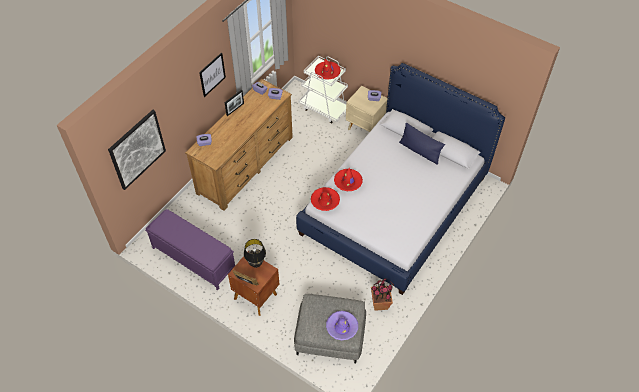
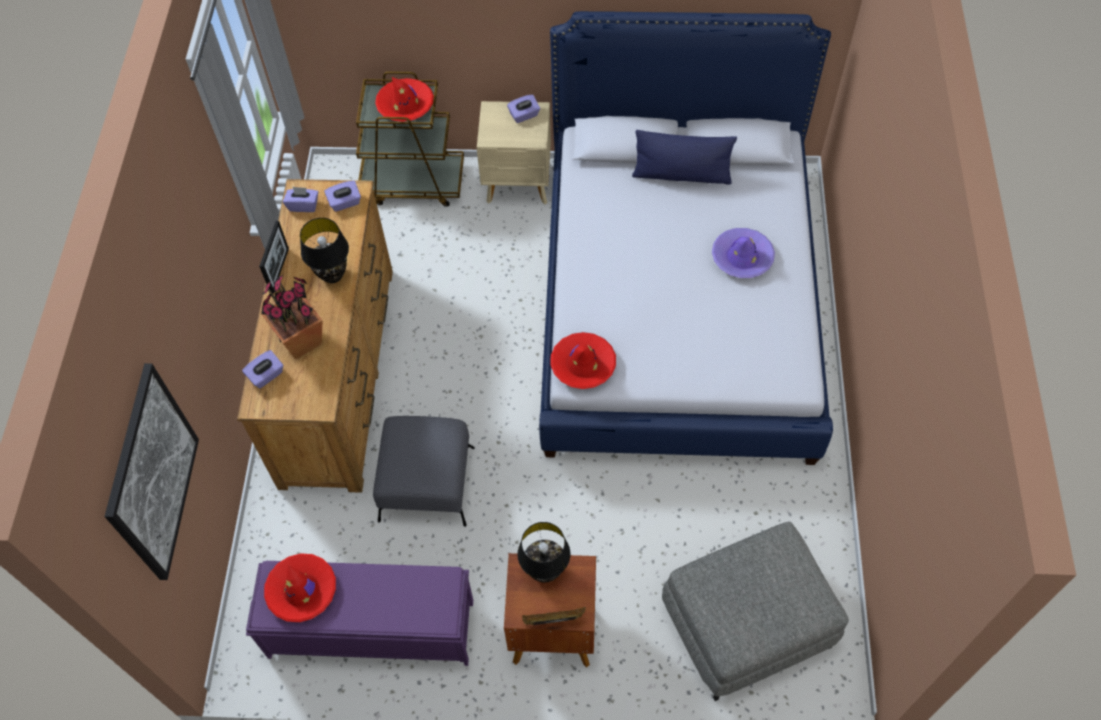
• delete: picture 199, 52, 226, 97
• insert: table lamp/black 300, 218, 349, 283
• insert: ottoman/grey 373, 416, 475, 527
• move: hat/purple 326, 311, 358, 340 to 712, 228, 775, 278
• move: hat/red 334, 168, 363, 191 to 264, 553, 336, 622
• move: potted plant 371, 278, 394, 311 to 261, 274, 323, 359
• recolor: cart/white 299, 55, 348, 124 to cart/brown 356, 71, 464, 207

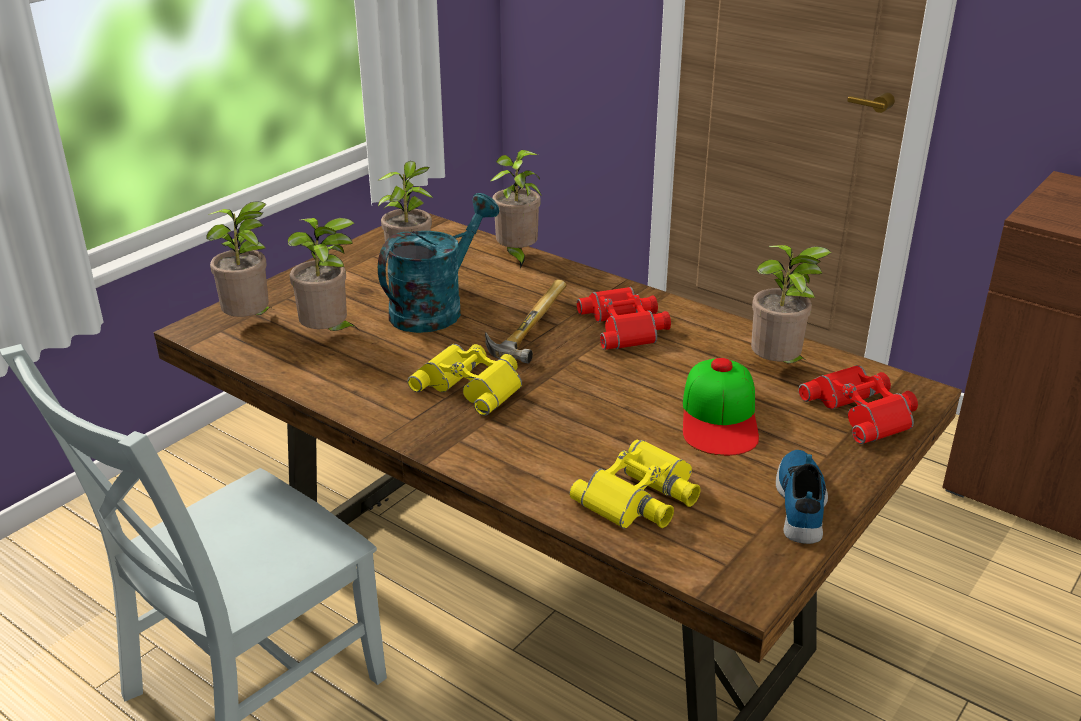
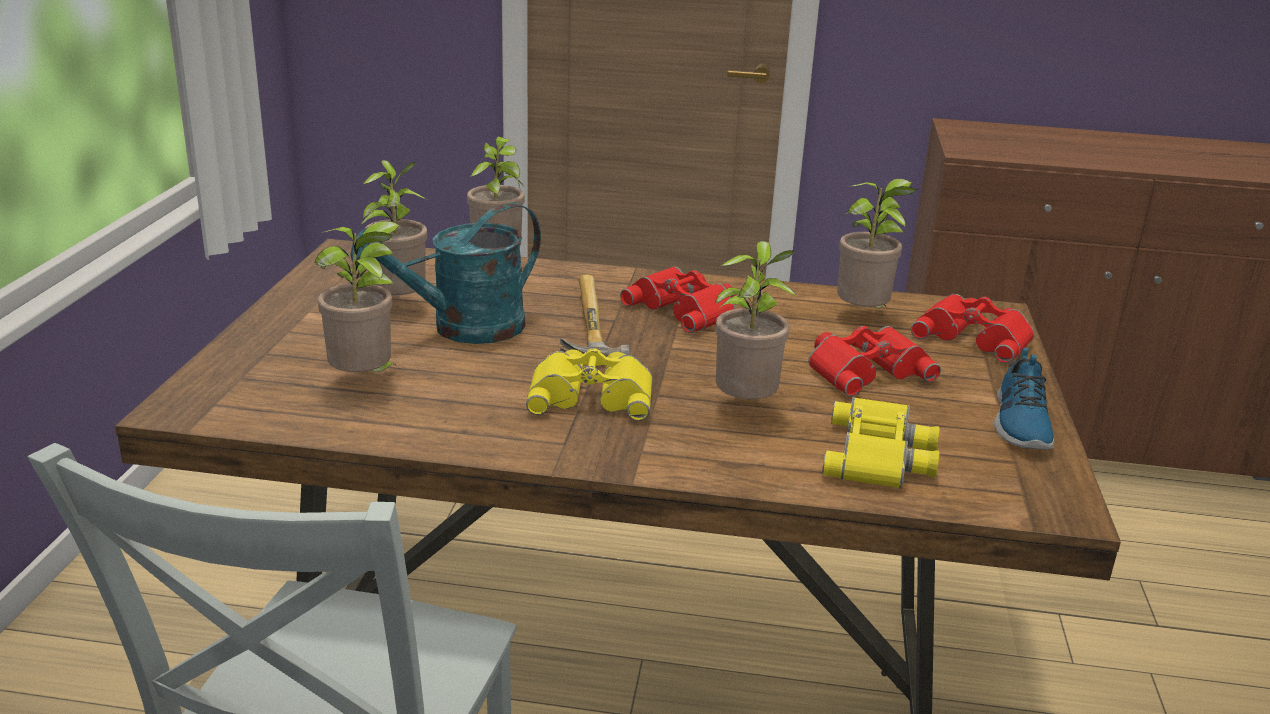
• move: potted plant 206, 201, 273, 317 to 715, 241, 796, 399
• replace: cap 683, 358, 759, 456 to binoculars/red 808, 326, 941, 396
• rotate: watering can/turquoise 378, 193, 499, 333 = 350, 203, 541, 344 135 degrees counterclockwise
• rotate: shoe 776, 450, 828, 544 = 994, 348, 1054, 450 150 degrees counterclockwise

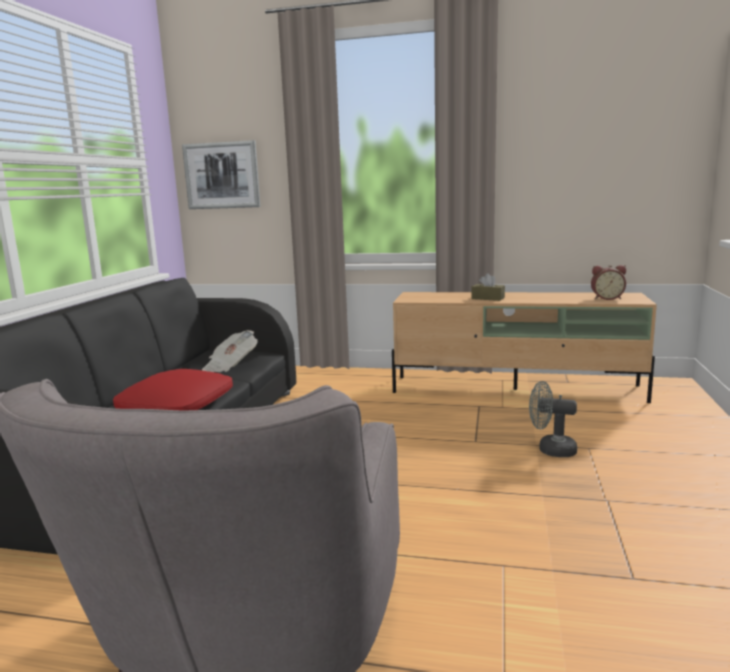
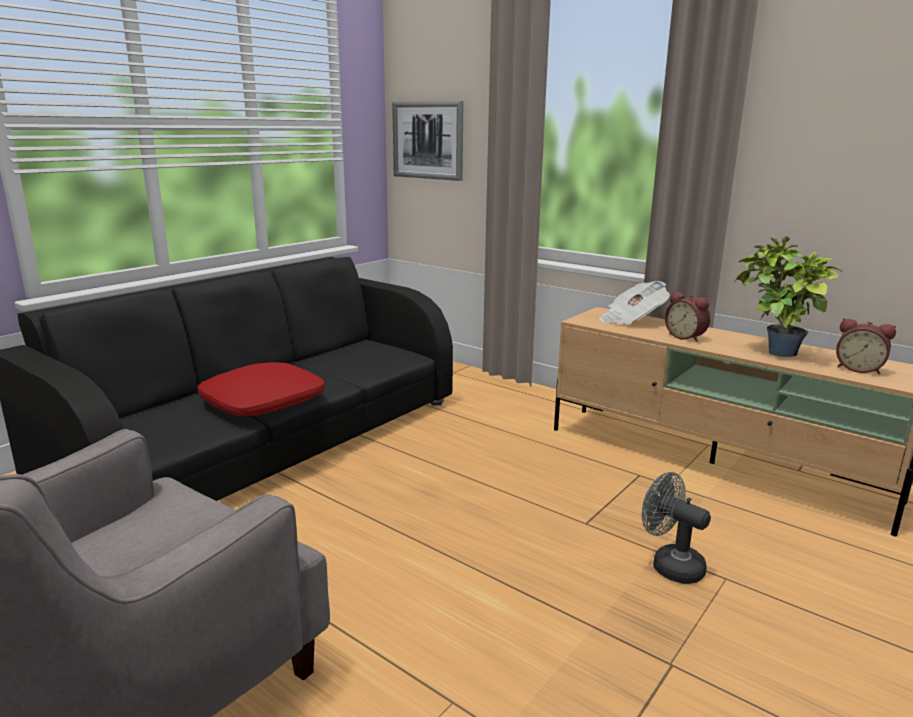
• insert: potted plant 735, 236, 841, 357
• move: newspaper 202, 330, 258, 372 to 599, 281, 670, 325
• replace: tissue box/brown 471, 273, 505, 301 to alarm clock 665, 291, 710, 342

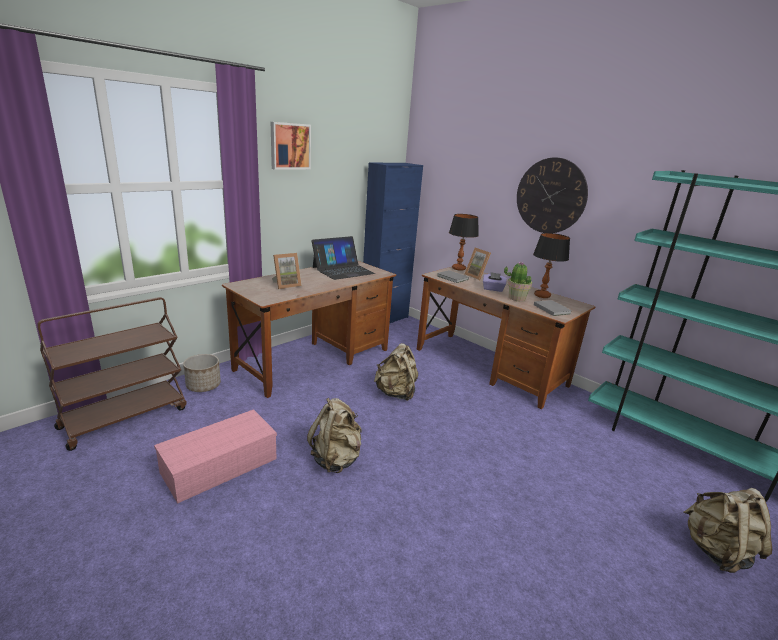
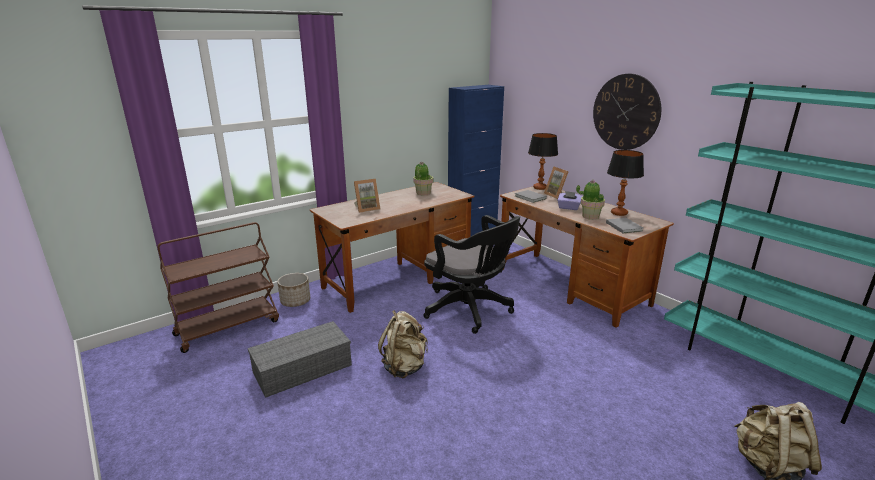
• delete: picture 271, 122, 311, 170
• replace: laptop 312, 236, 375, 280 to potted plant 413, 162, 433, 195
• replace: backpack/beige 374, 343, 418, 401 to office chair/black 423, 215, 520, 334
• recolor: storage box/pink 154, 409, 277, 504 to storage box/grey 248, 321, 352, 398

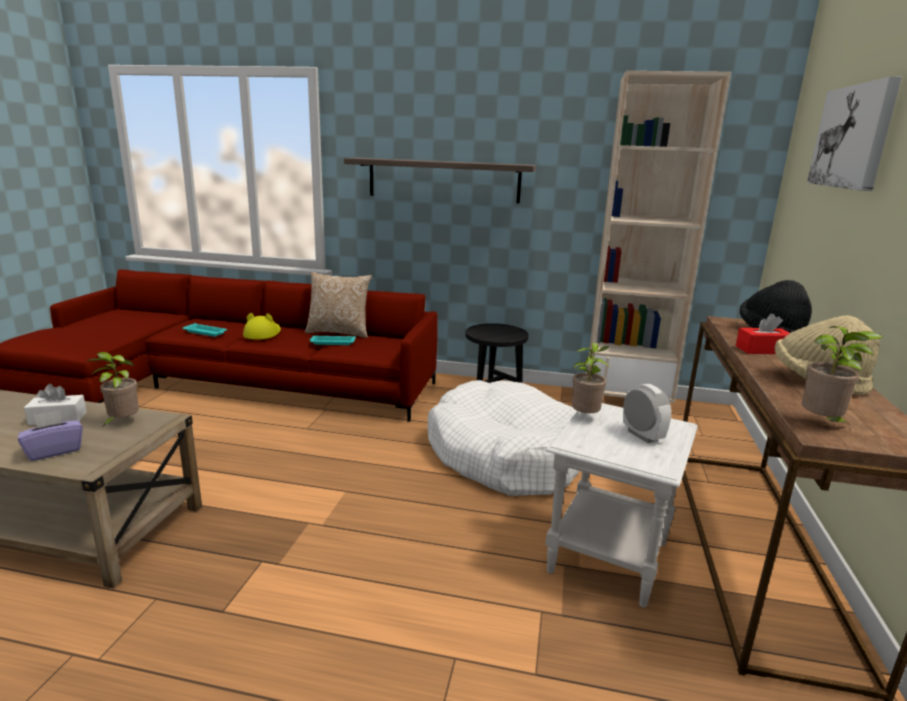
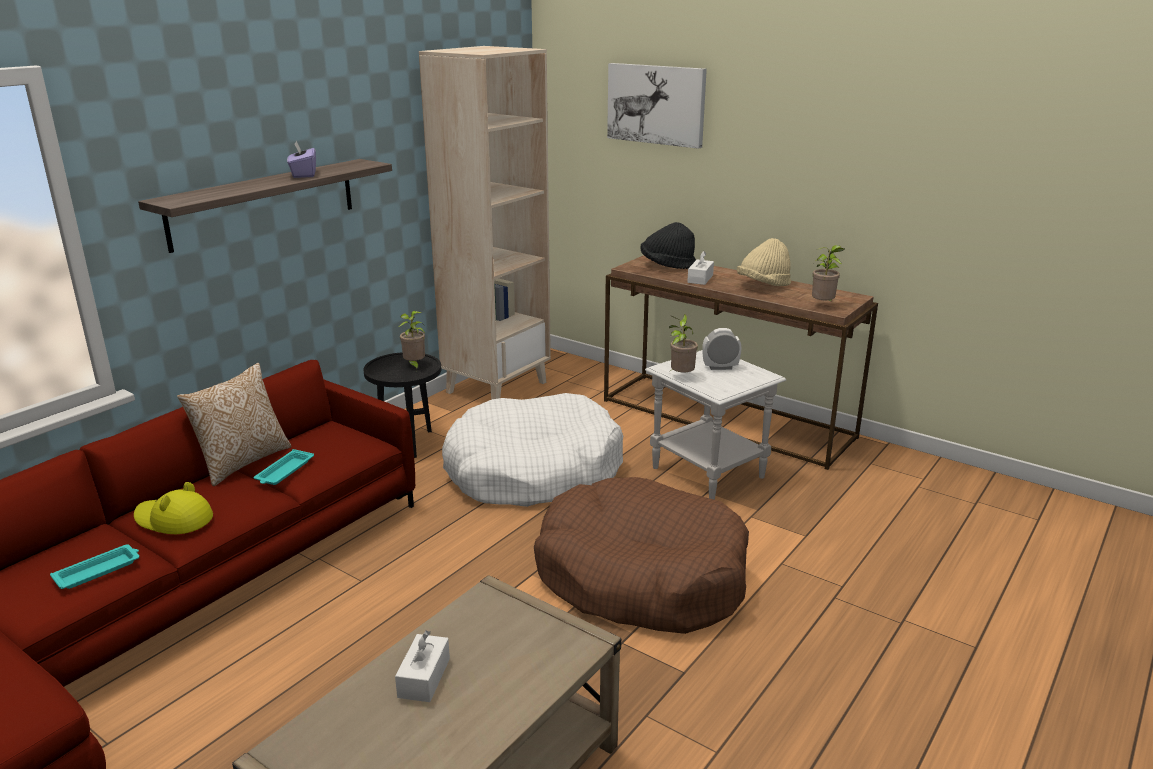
• insert: dog bed/brown 534, 477, 749, 634
• move: tissue box/purple 18, 410, 83, 461 to 287, 141, 316, 178
• move: potted plant 86, 352, 139, 427 to 399, 311, 425, 371
• recolor: tissue box/red 736, 313, 790, 354 to tissue box/white 687, 251, 714, 285

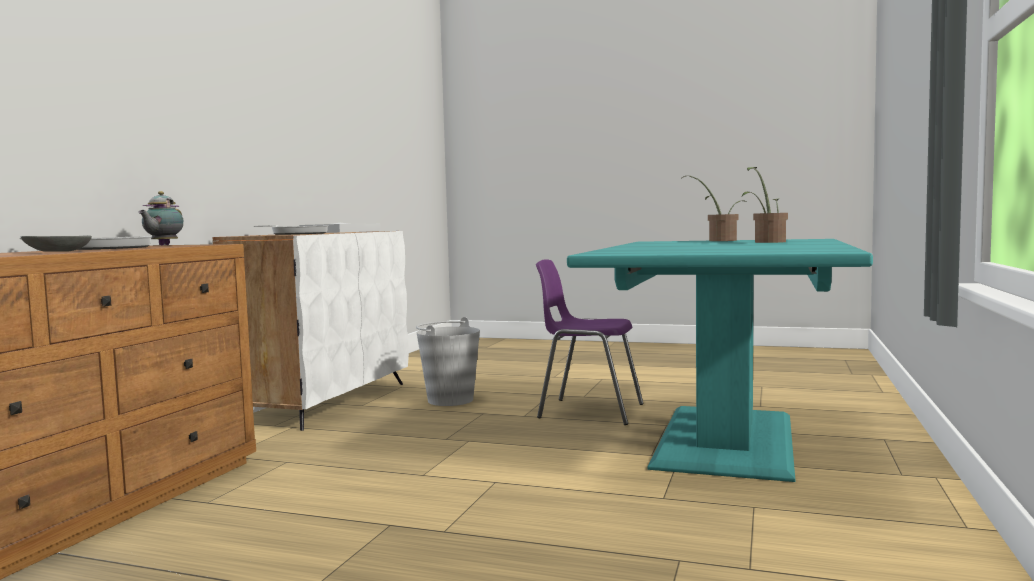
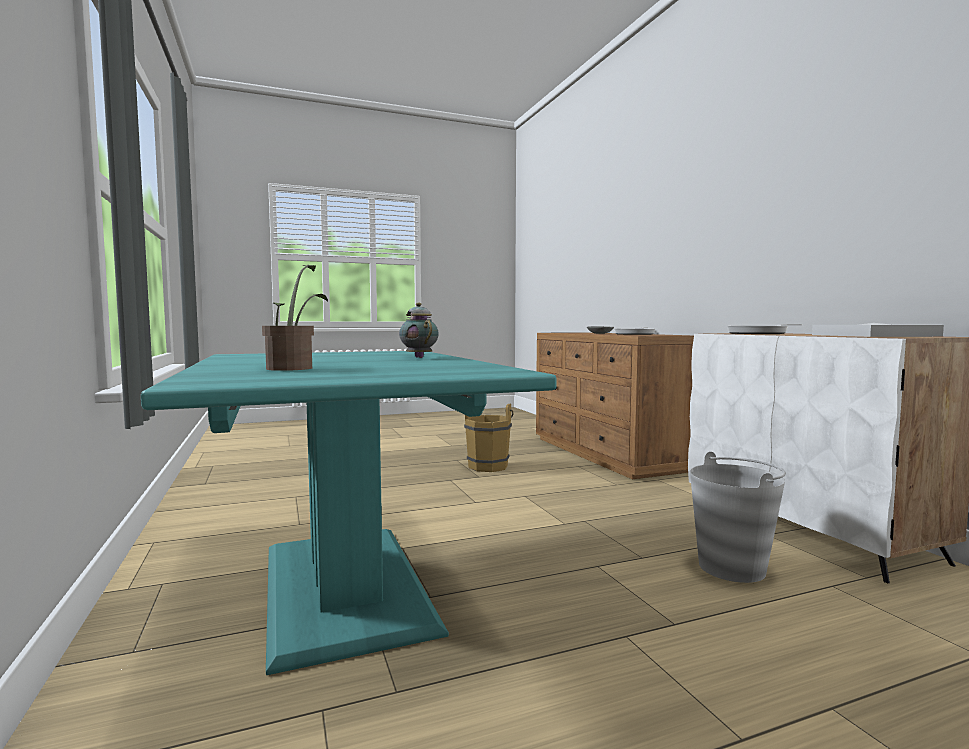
• delete: chair/purple 536, 259, 644, 425
• delete: potted plant 682, 175, 748, 241
• insert: bucket/brown 464, 404, 514, 472
• move: teapot 138, 191, 183, 245 to 399, 302, 439, 358

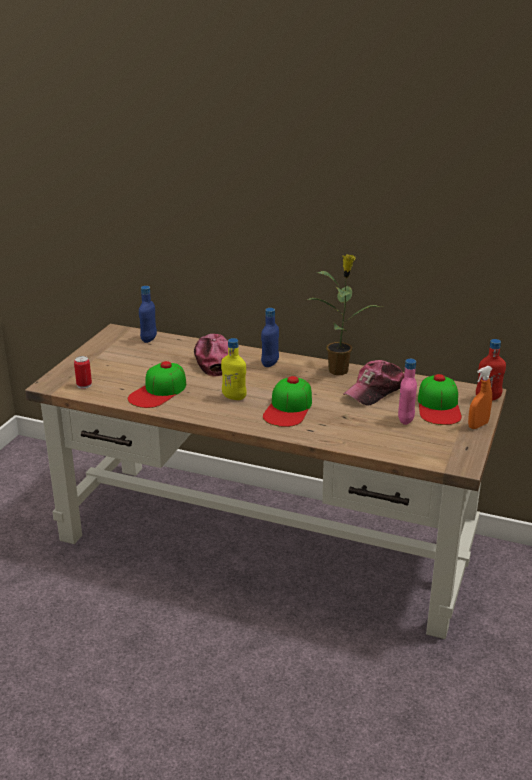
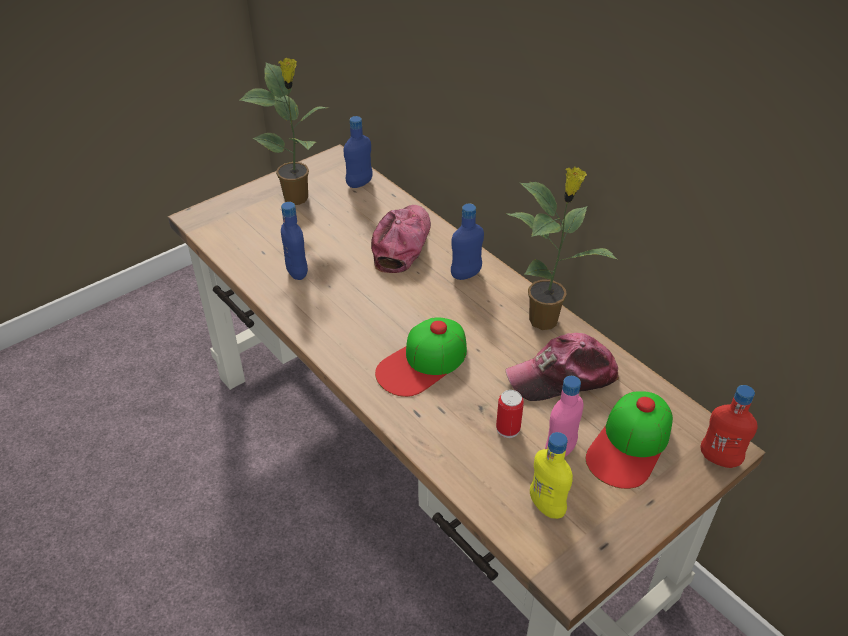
• delete: spray bottle/orange 468, 366, 493, 429
• insert: potted plant 239, 58, 326, 205
• move: can 74, 356, 92, 389 to 496, 390, 524, 438
• move: bottle/yellow 221, 338, 247, 400 to 530, 432, 573, 519
• replace: cap 128, 361, 186, 408 to bottle/blue 281, 202, 308, 280

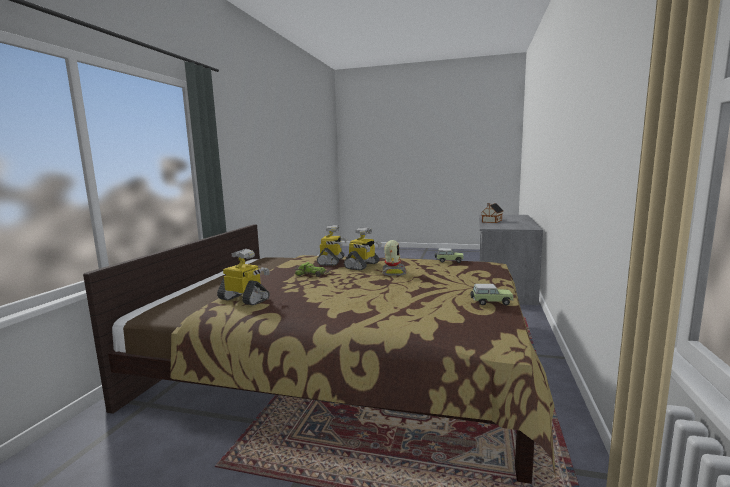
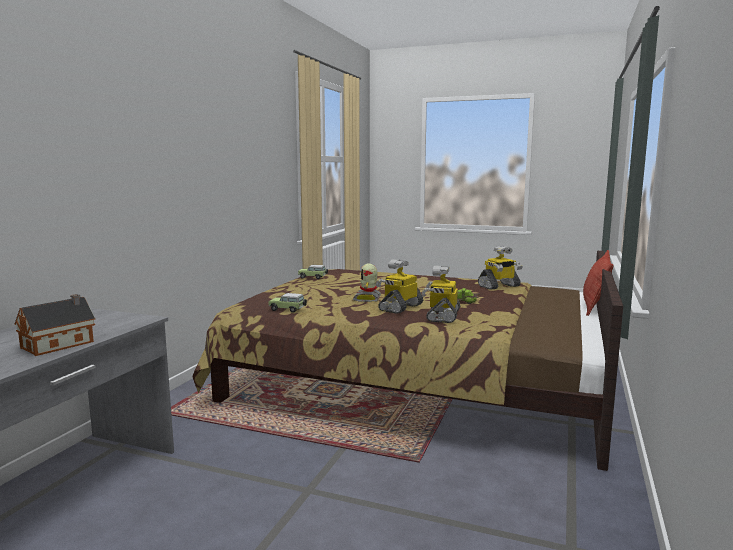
• insert: pillow 583, 250, 614, 316
• rotate: toy robot 217, 249, 270, 305 = 478, 246, 523, 290 60 degrees counterclockwise

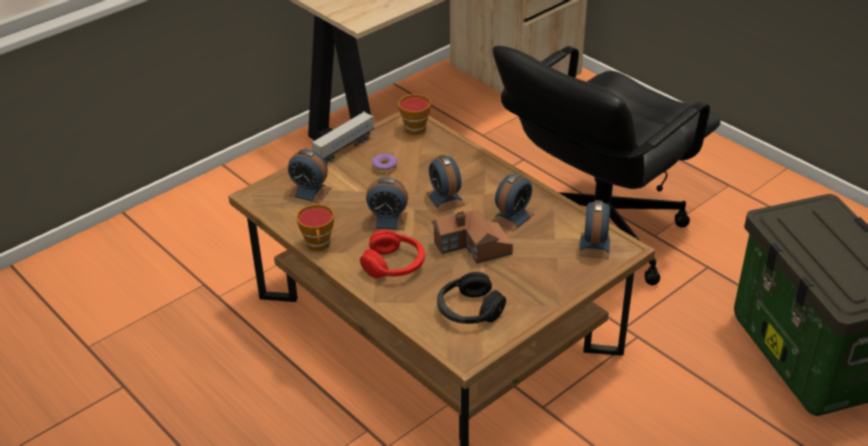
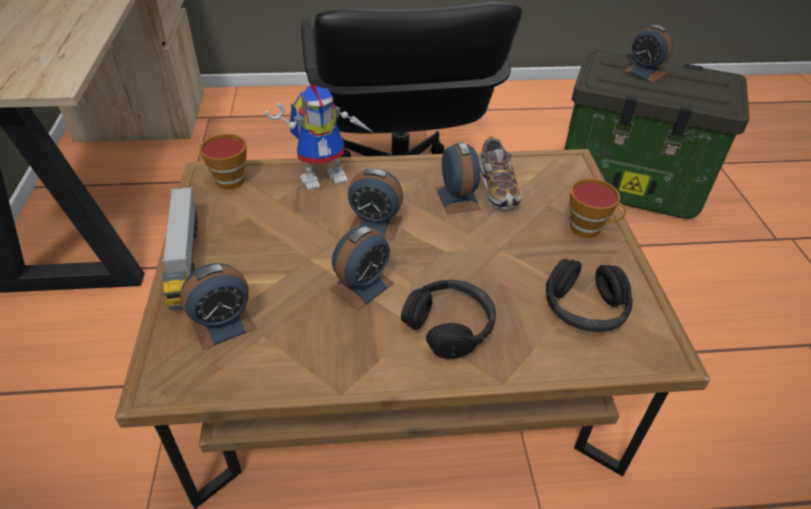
• delete: donut 372, 154, 397, 174
• delete: toy house 432, 209, 513, 264
• insert: toy robot 265, 85, 375, 190
• insert: shoe 479, 136, 521, 209
• move: cup 296, 204, 334, 251 to 570, 178, 626, 238
• move: alarm clock 579, 200, 610, 259 to 623, 25, 673, 83
• recolor: headphones/red 360, 230, 425, 279 to headphones/black 401, 280, 496, 359

